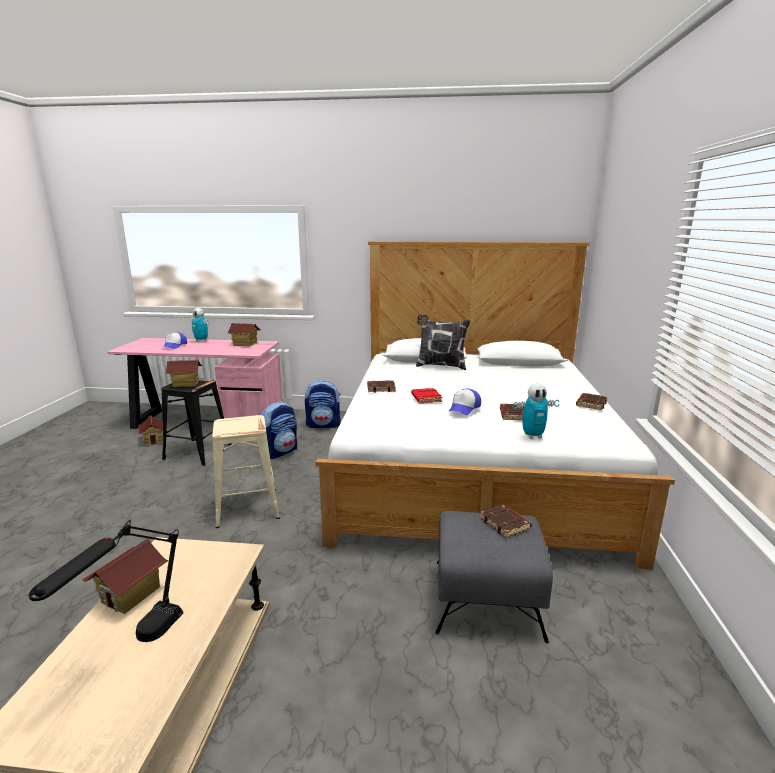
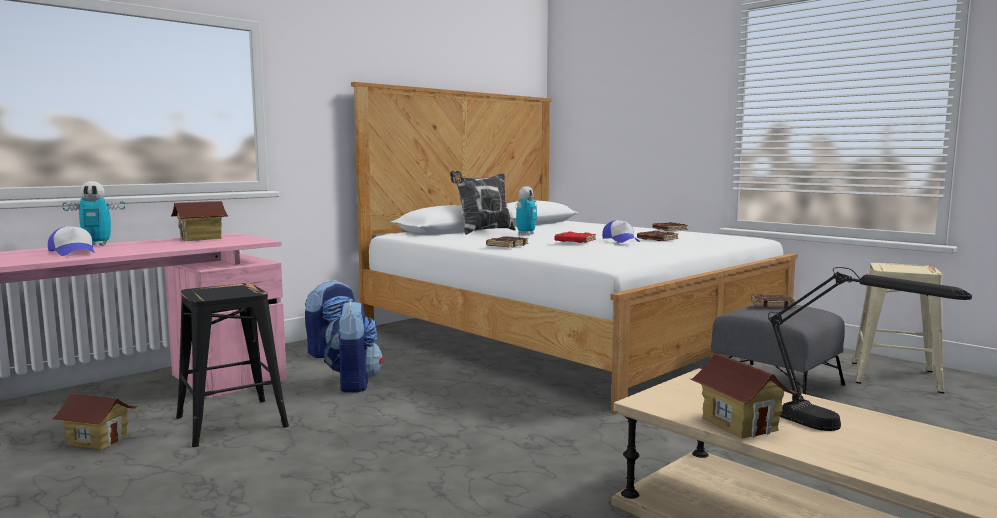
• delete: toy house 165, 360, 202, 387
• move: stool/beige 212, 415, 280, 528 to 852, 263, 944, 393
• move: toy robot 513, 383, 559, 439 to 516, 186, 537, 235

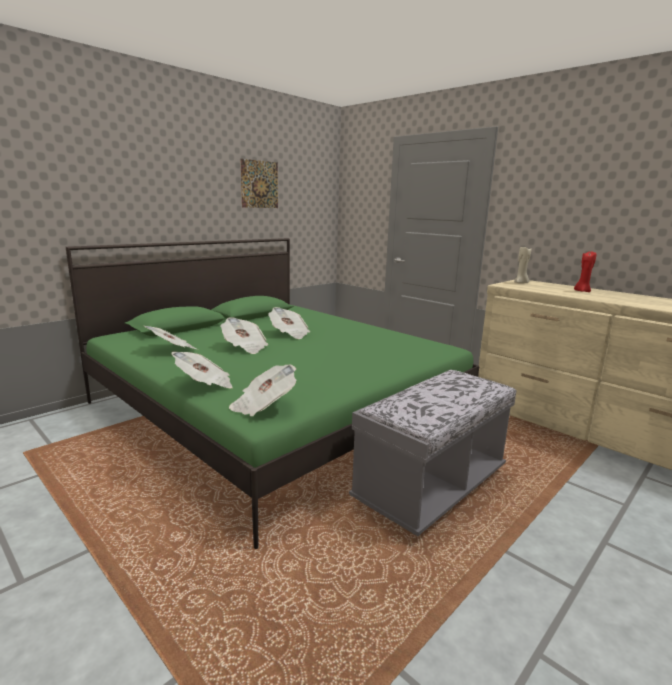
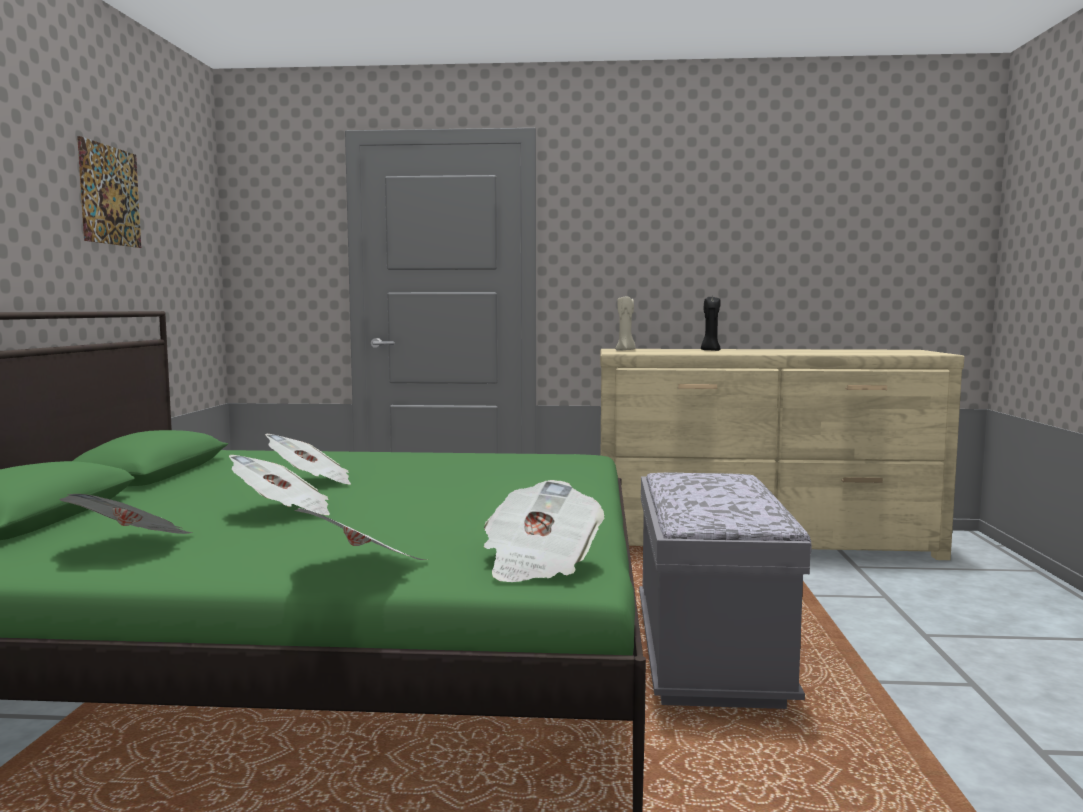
• recolor: candle/red 574, 251, 597, 292 to candle/black 701, 297, 721, 351

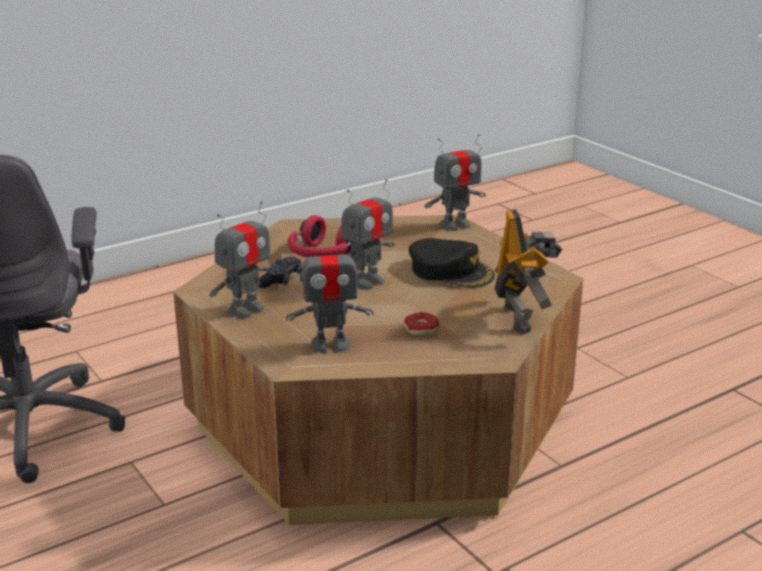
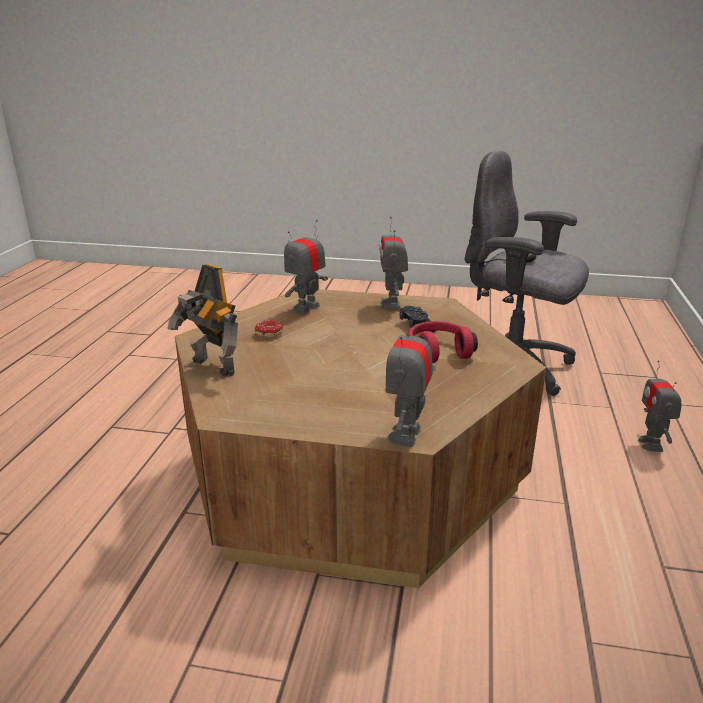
• delete: cap/black 409, 238, 495, 288
• move: toy robot 341, 179, 395, 290 to 638, 361, 682, 452

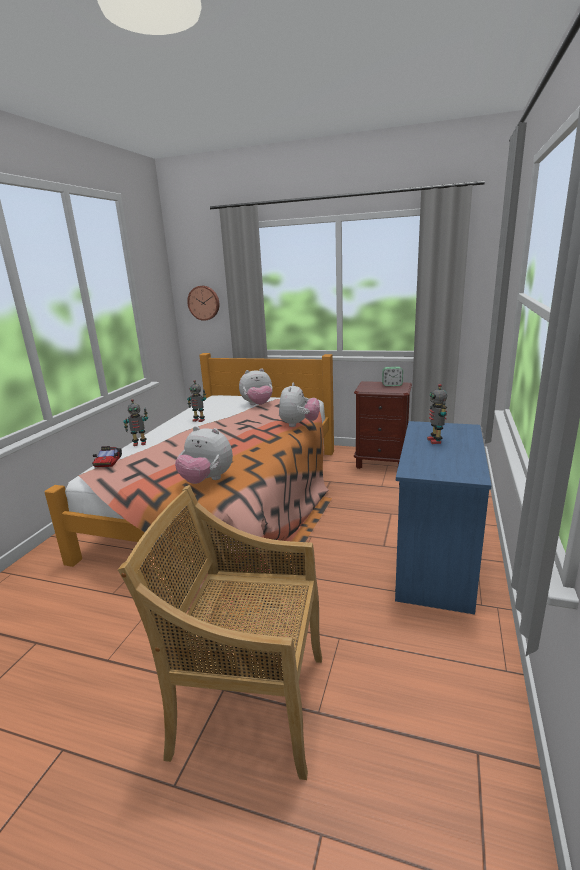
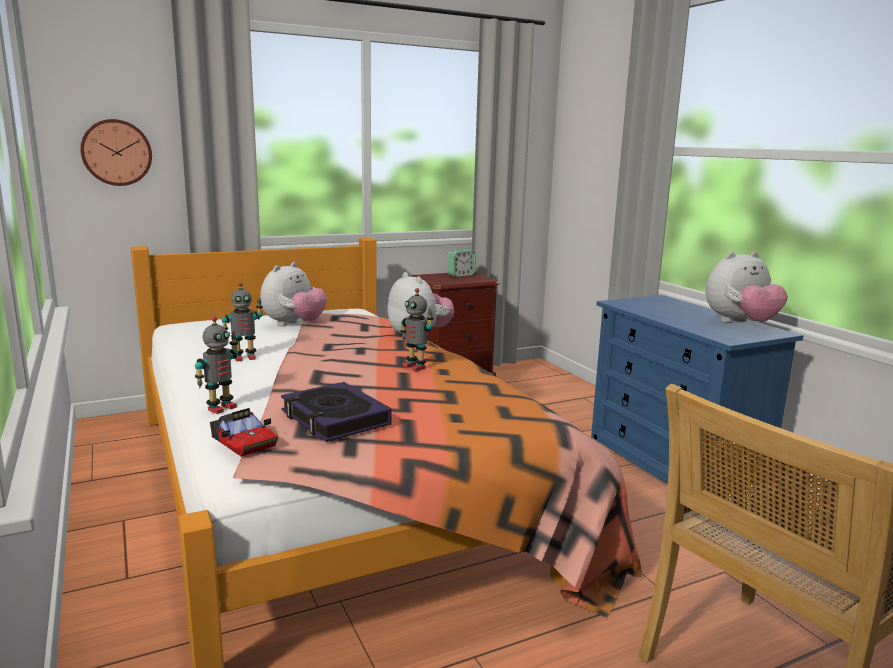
• insert: book 281, 382, 392, 442
• move: plush toy 175, 426, 233, 484 to 706, 251, 788, 323
• move: toy robot 427, 384, 447, 444 to 400, 288, 434, 371

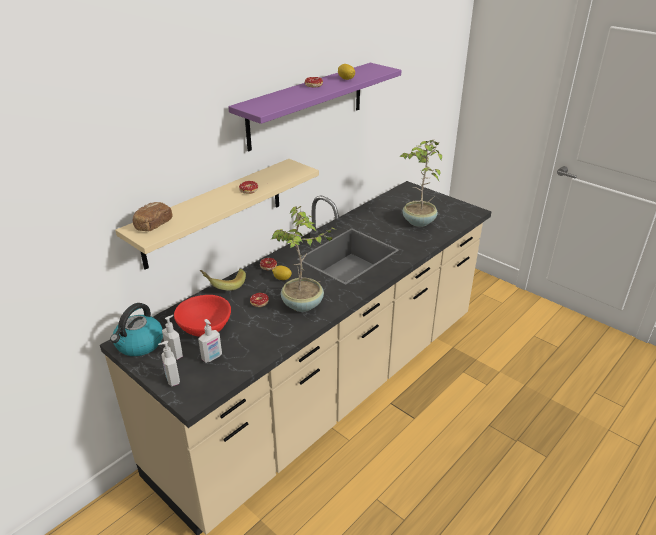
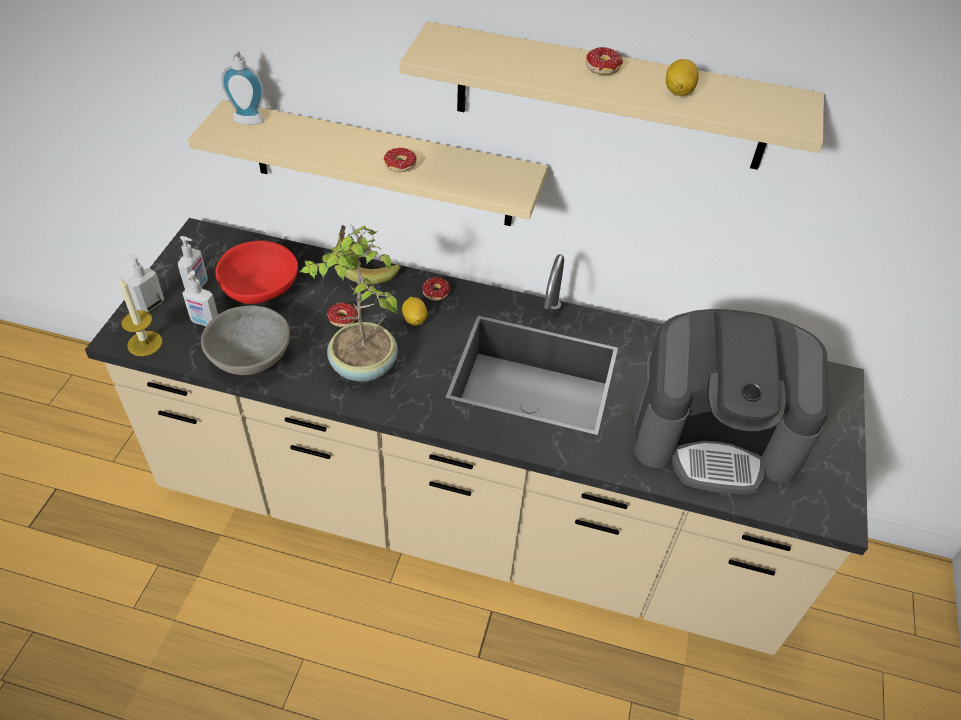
• delete: kettle 110, 303, 163, 356
• insert: candle 119, 277, 163, 356
• insert: bowl/grey 201, 306, 290, 375
• replace: bread 133, 202, 172, 231 to soap dispenser 221, 48, 264, 125
• replace: potted plant 400, 140, 442, 227 to coffee machine 633, 309, 828, 494
• recolor: shelf/purple 228, 63, 402, 151 to shelf/beige 399, 21, 824, 170

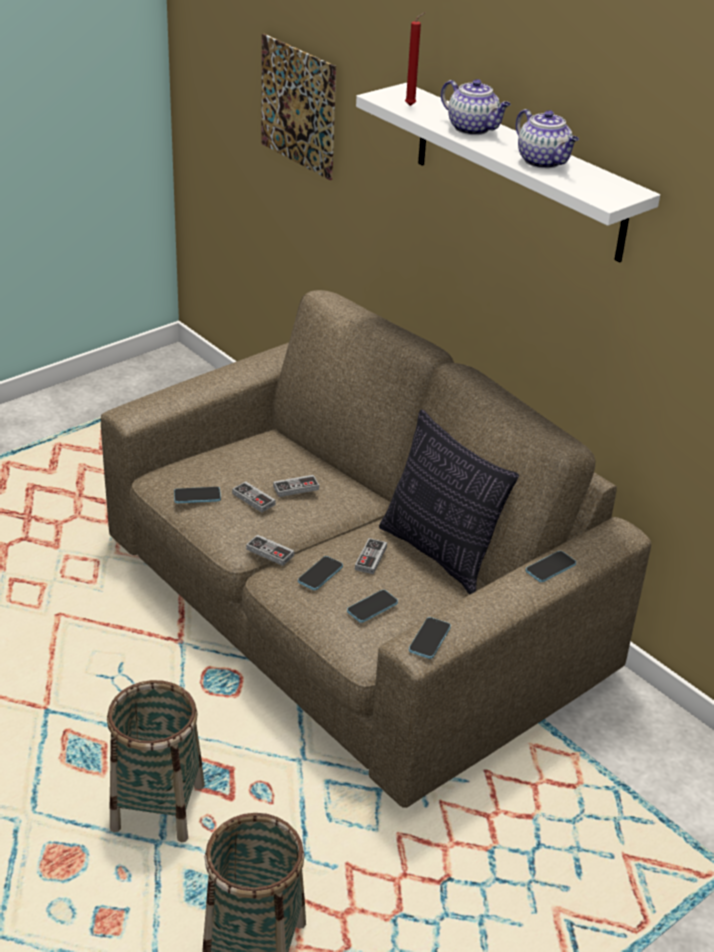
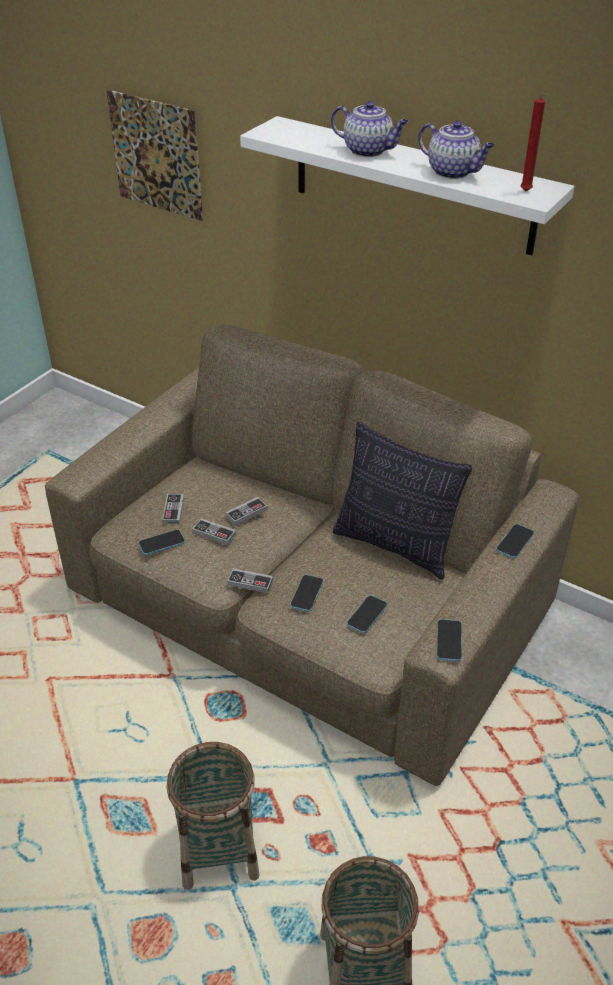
• move: game controller 355, 538, 387, 574 to 162, 494, 184, 524
• move: candle/red 405, 12, 426, 106 to 520, 87, 549, 191

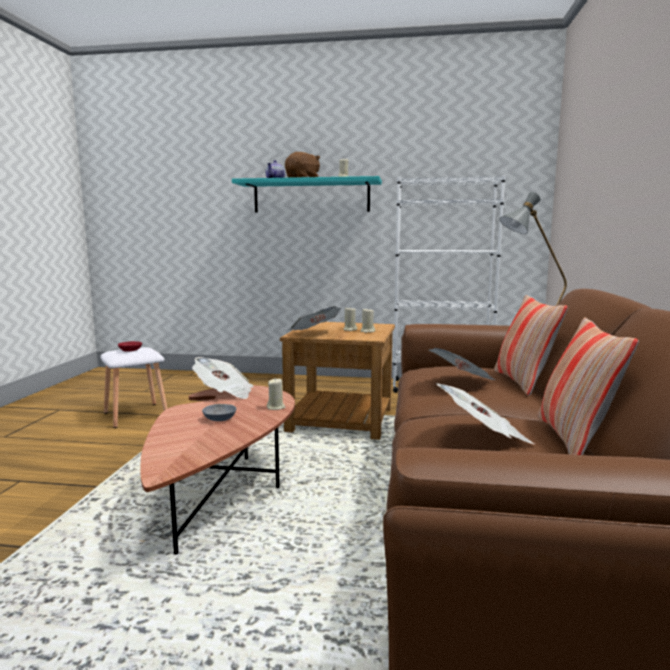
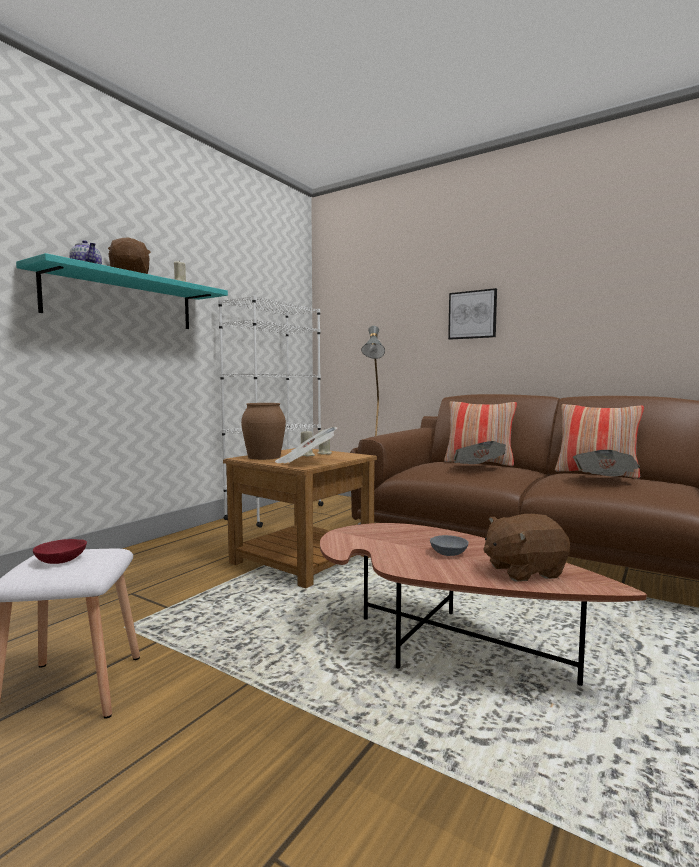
• delete: newspaper 192, 357, 254, 399
• delete: candle/beige 267, 378, 286, 410
• insert: vase/brown 241, 403, 286, 460
• insert: picture 448, 288, 497, 340
• insert: plush toy/brown 483, 514, 570, 582

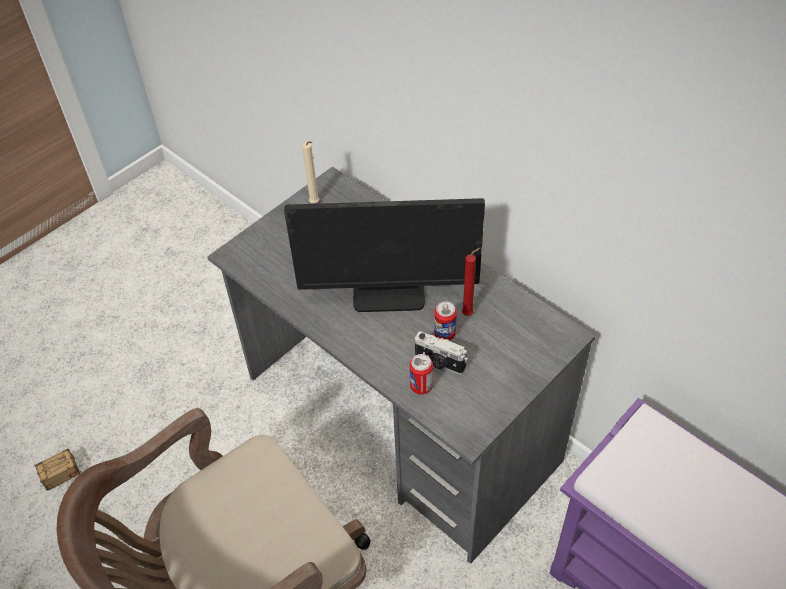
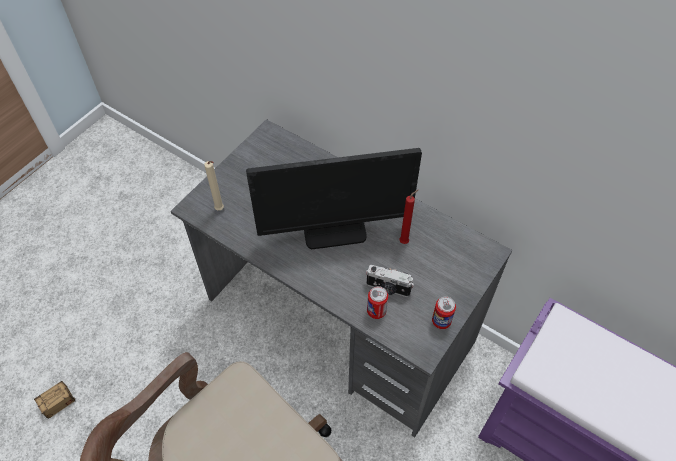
• move: candle/beige 302, 141, 319, 203 to 204, 161, 224, 210
• move: can 434, 301, 457, 341 to 432, 296, 456, 329

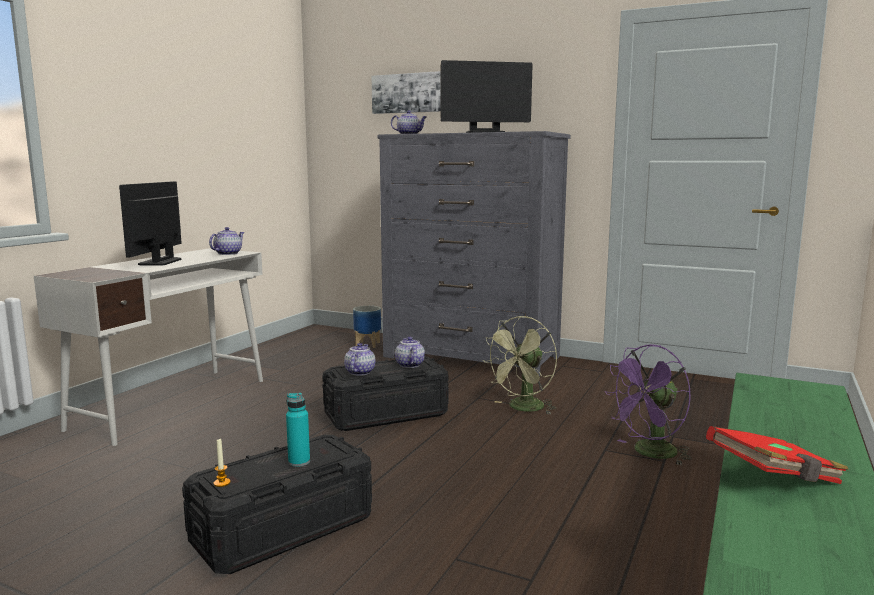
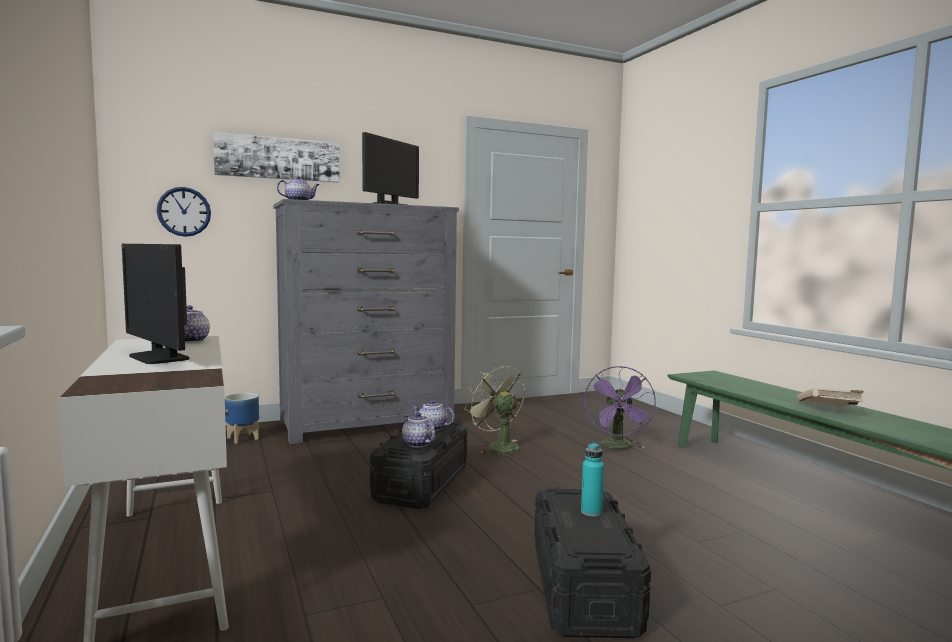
• delete: candle 214, 439, 231, 487
• insert: wall clock 157, 187, 211, 237
• recolor: book/red 706, 426, 848, 484 to book/beige 798, 388, 863, 406
• rotate: fan/green 482, 316, 557, 415 = 464, 363, 525, 457 150 degrees clockwise

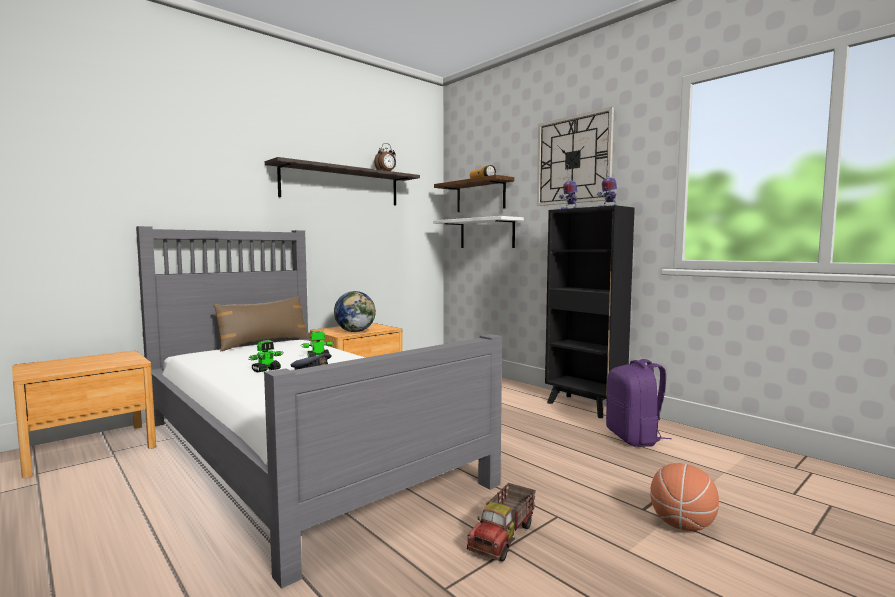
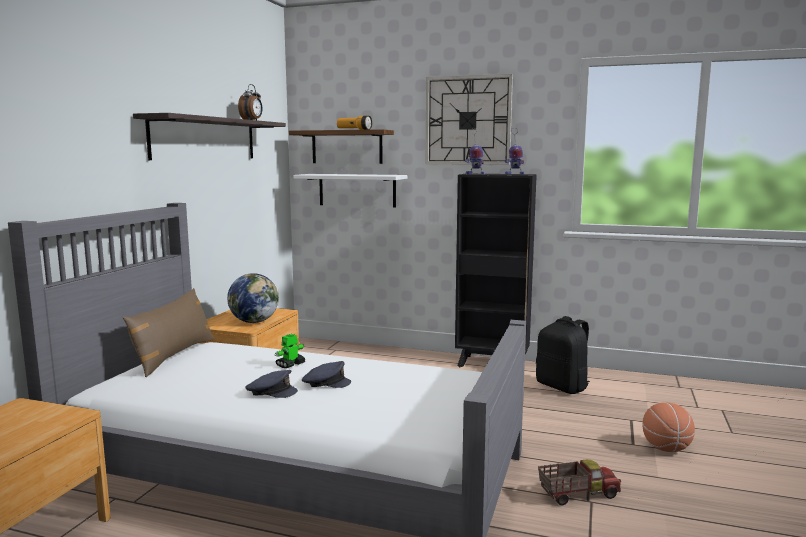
• replace: toy robot 248, 340, 283, 372 to cap/grey 245, 370, 298, 398
• recolor: backpack/purple 606, 359, 671, 447 to backpack/black 536, 316, 590, 394
• rotate: toy truck 467, 483, 536, 562 = 538, 459, 621, 506 105 degrees counterclockwise

